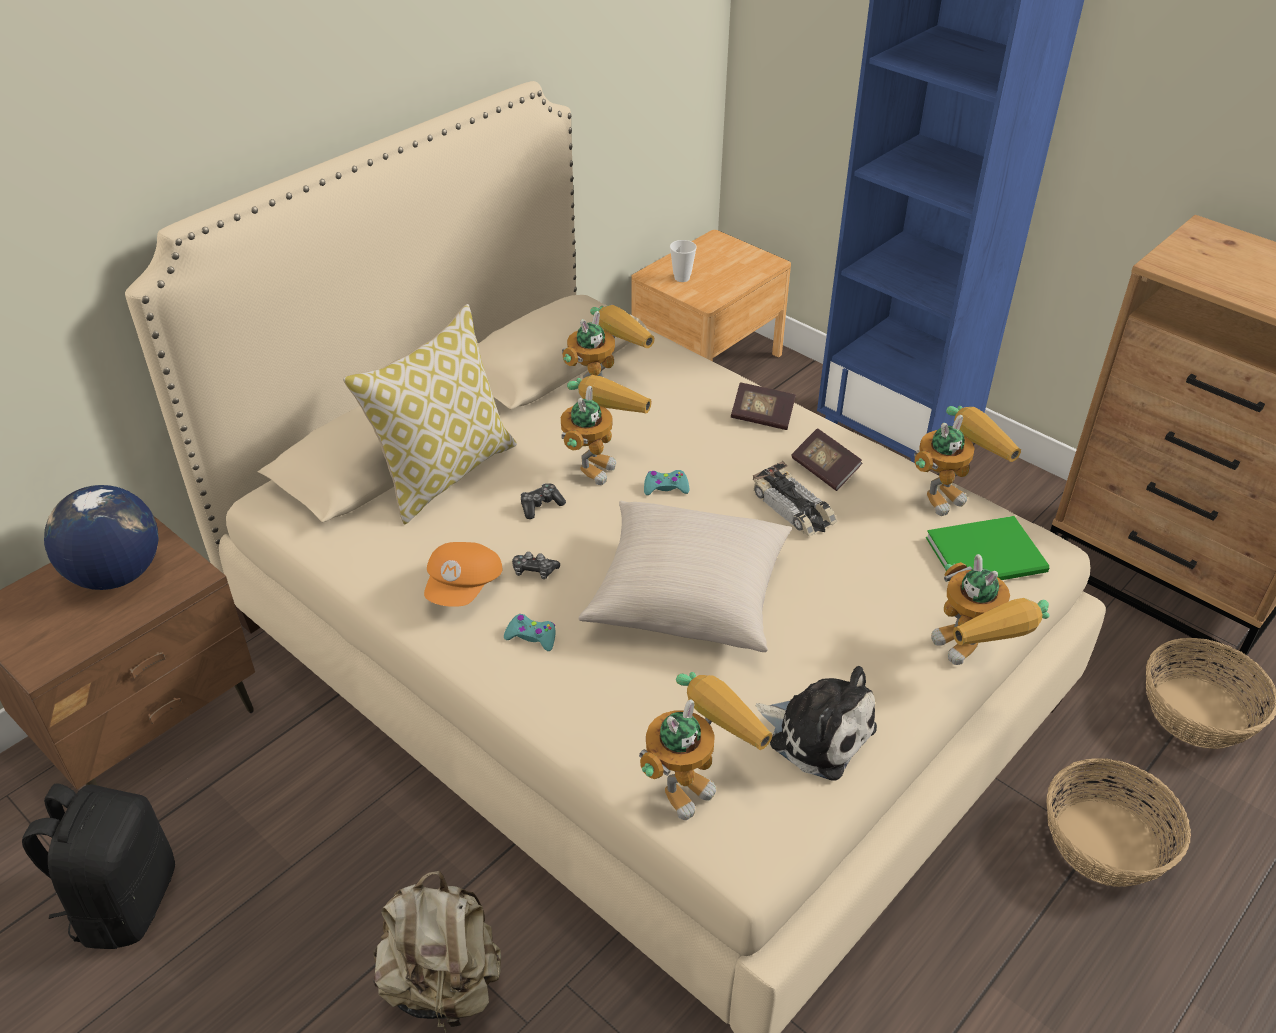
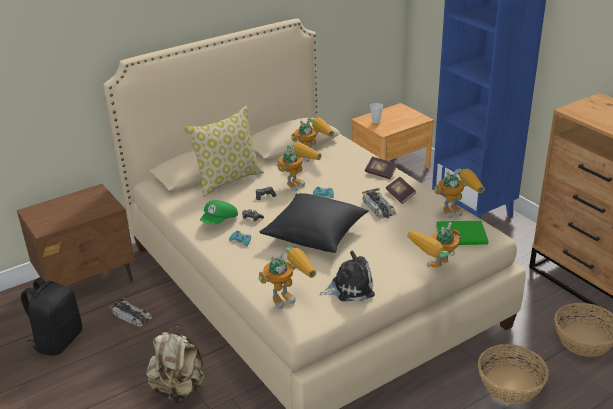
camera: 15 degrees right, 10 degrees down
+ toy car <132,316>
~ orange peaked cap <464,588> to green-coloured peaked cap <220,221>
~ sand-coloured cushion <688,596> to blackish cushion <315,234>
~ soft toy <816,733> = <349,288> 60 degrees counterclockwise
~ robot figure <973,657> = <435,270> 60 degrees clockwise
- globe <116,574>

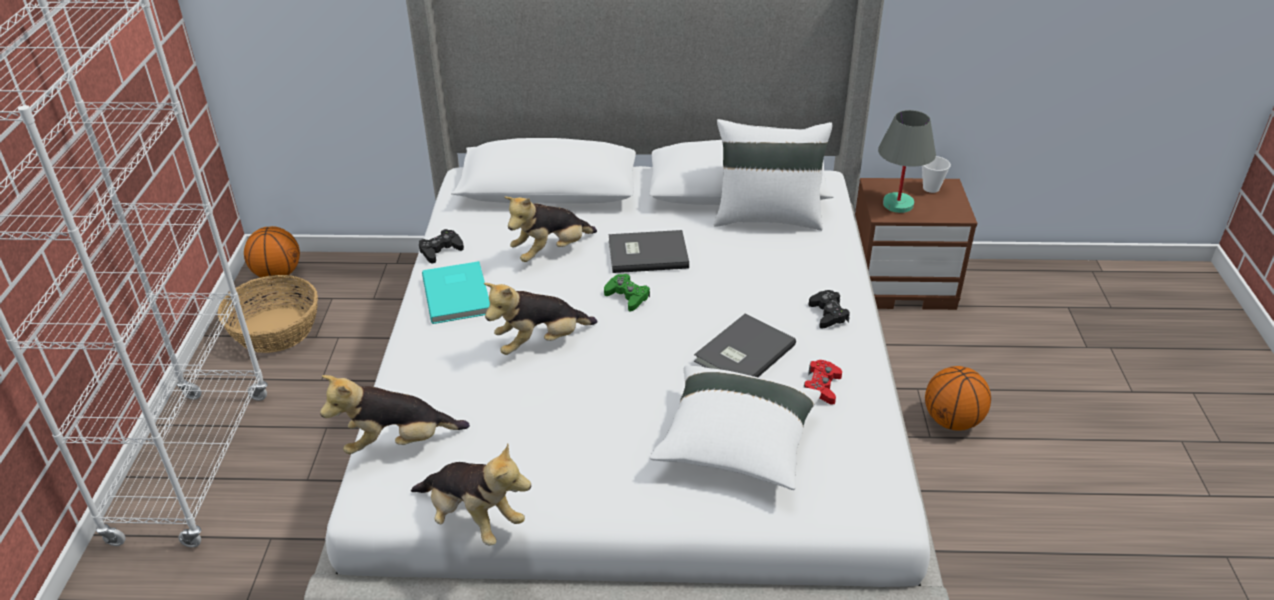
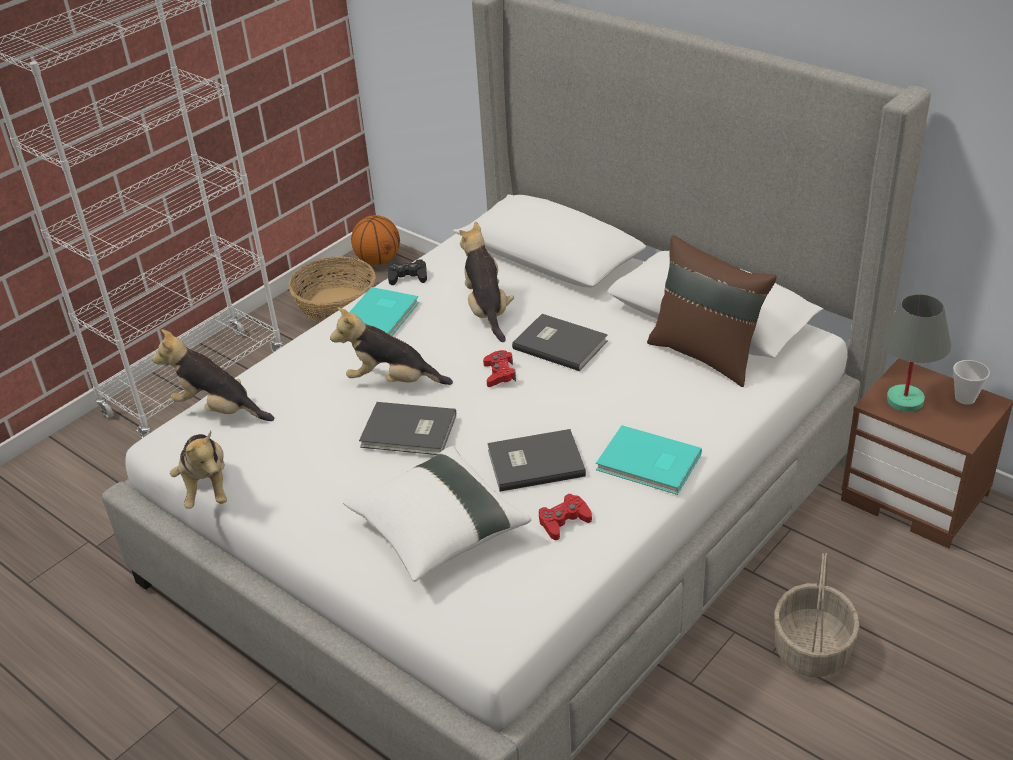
camera: 40 degrees right, 0 degrees up
+ gray book <409,433>
~ soft toy <551,252> = <487,311> 75 degrees clockwise
~ green-coloured game controller <627,297> to red-coloured game controller <499,373>
~ blackish game controller <828,314> to turquoise book <649,464>
~ white cushion <767,217> to brownish cushion <706,354>
~ basketball <952,421> to storage basket <812,650>

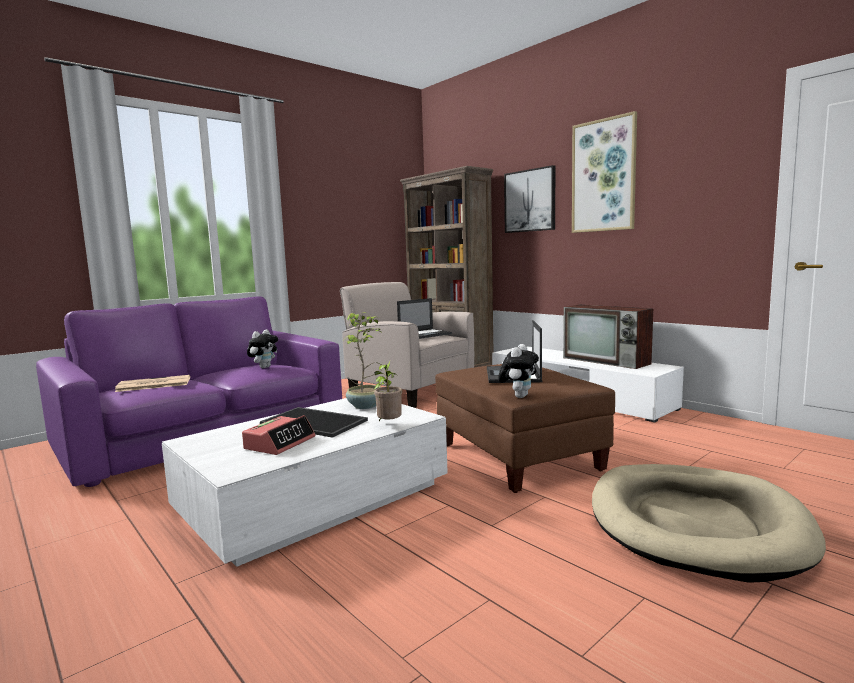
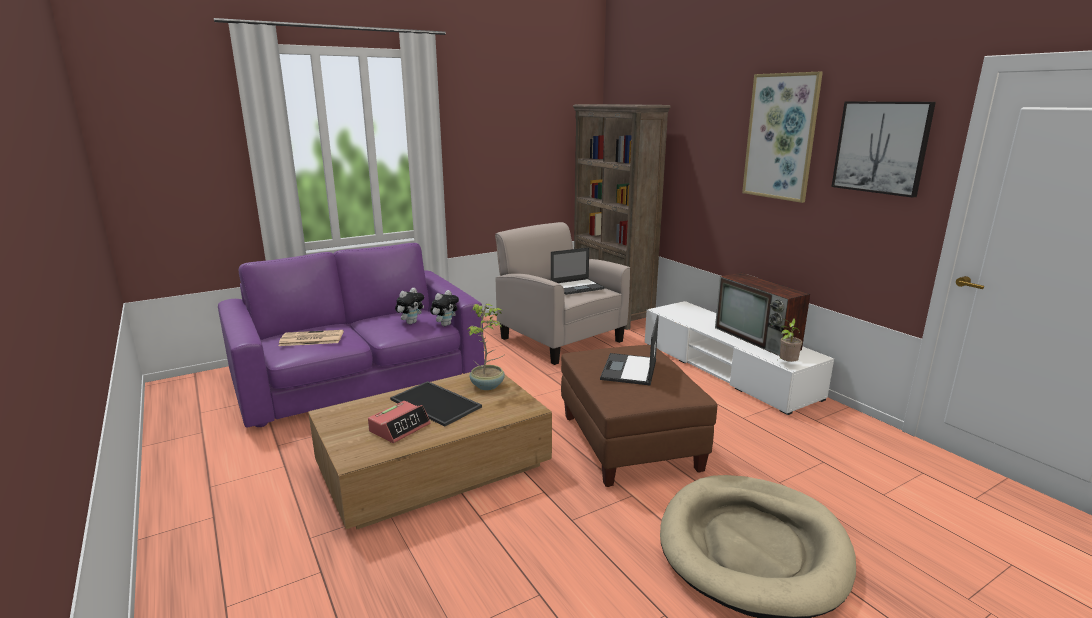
camera: 10 degrees right, 10 degrees up
~ white lounge table <315,499> to brownish lounge table <434,467>
~ soft toy <519,396> to <445,324>
~ potted plant <388,425> to <786,364>
~ picture <530,201> to <881,147>

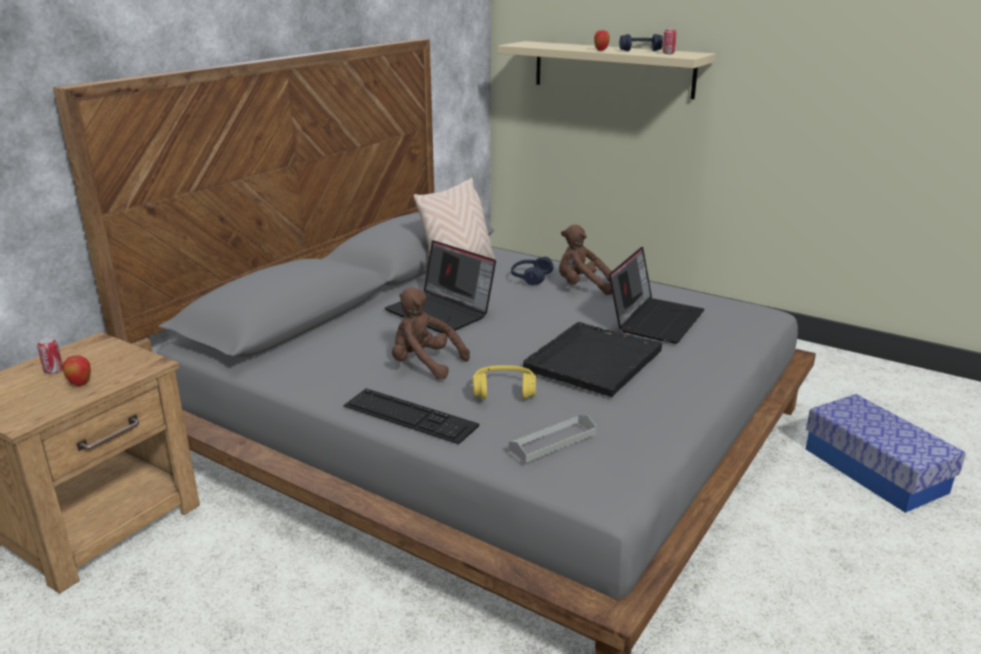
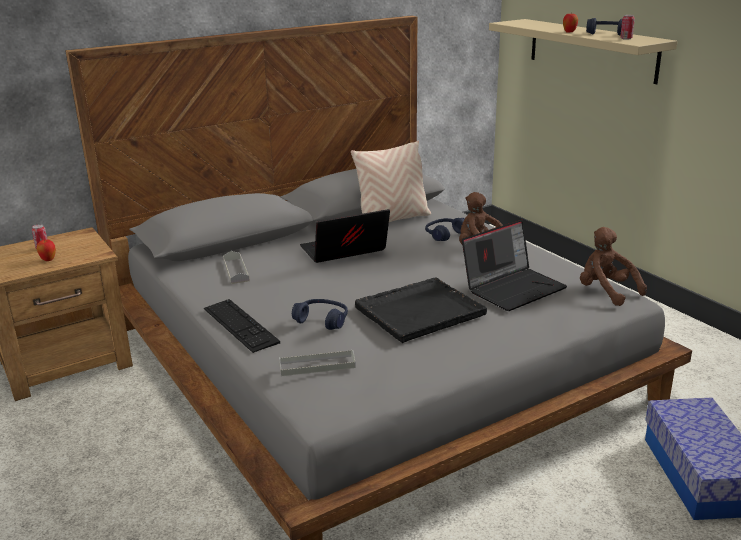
camera: 25 degrees right, 0 degrees up
+ gray tray <236,270>
~ yellow-coloured headphones <504,391> to blue-coloured headphones <322,320>
~ portable computer <442,312> = <343,252> 90 degrees clockwise
~ brownish soft toy <424,364> to <606,292>

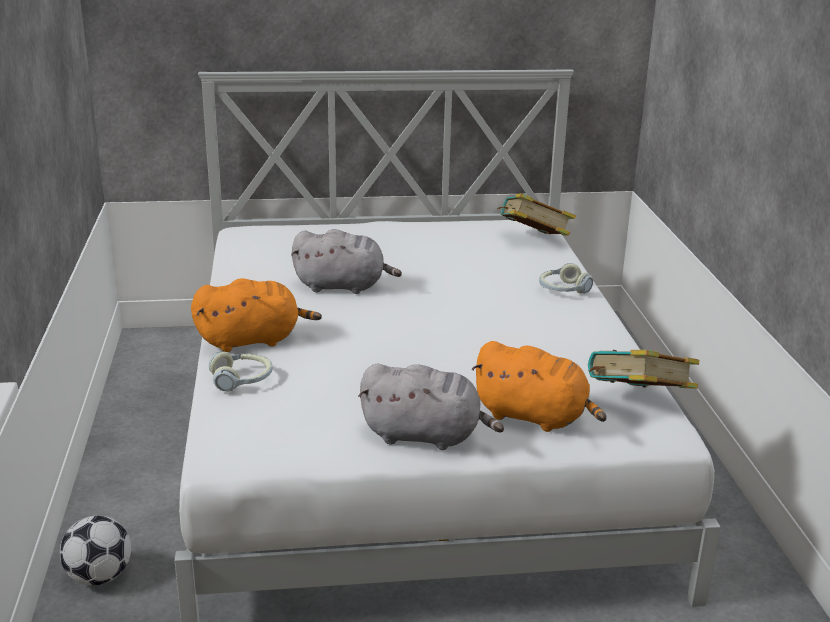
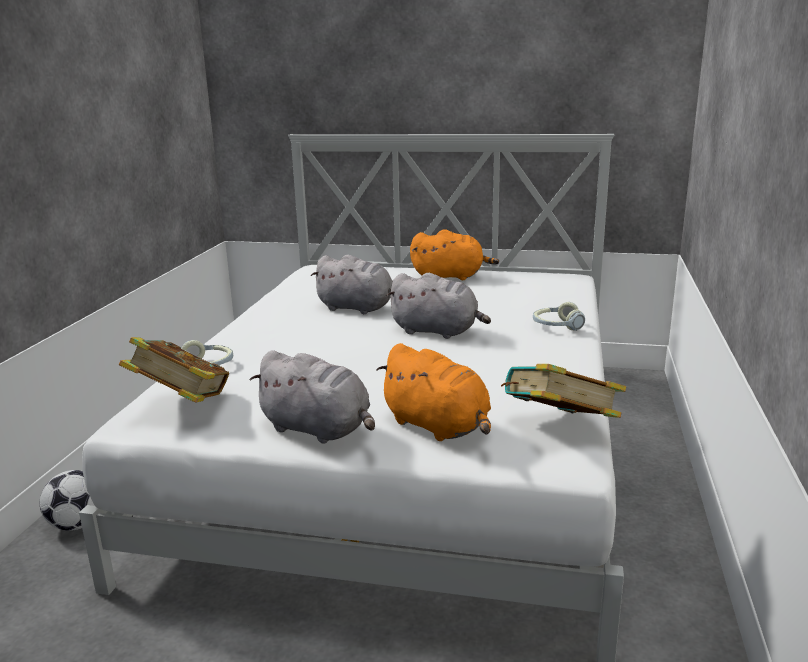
camera: 20 degrees right, 5 degrees down
~ book <533,240> to <181,402>
+ gray soft toy <438,331>
~ orange soft toy <253,340> to <450,277>

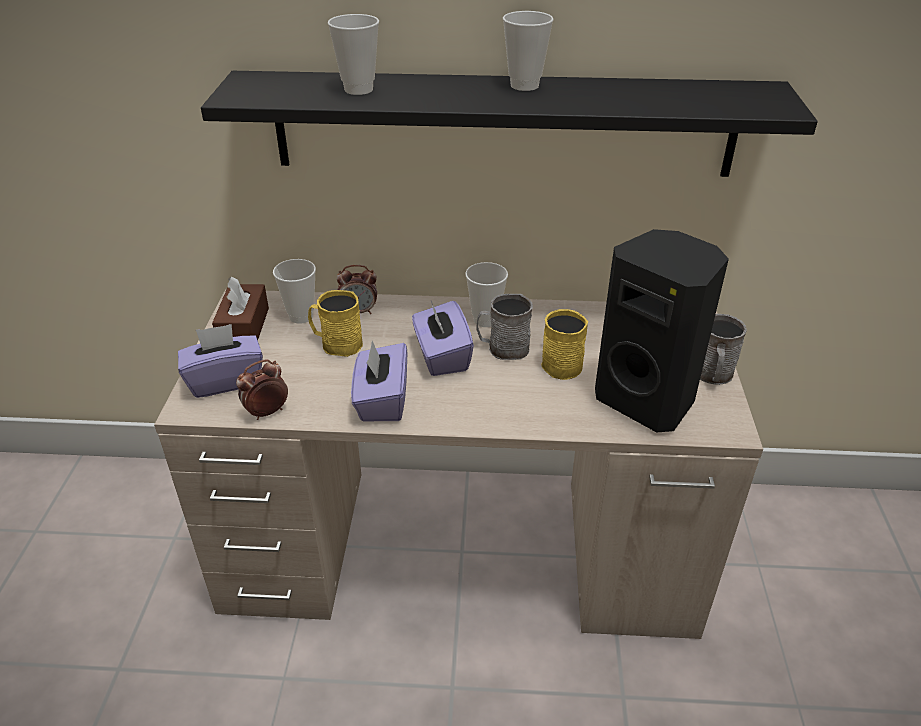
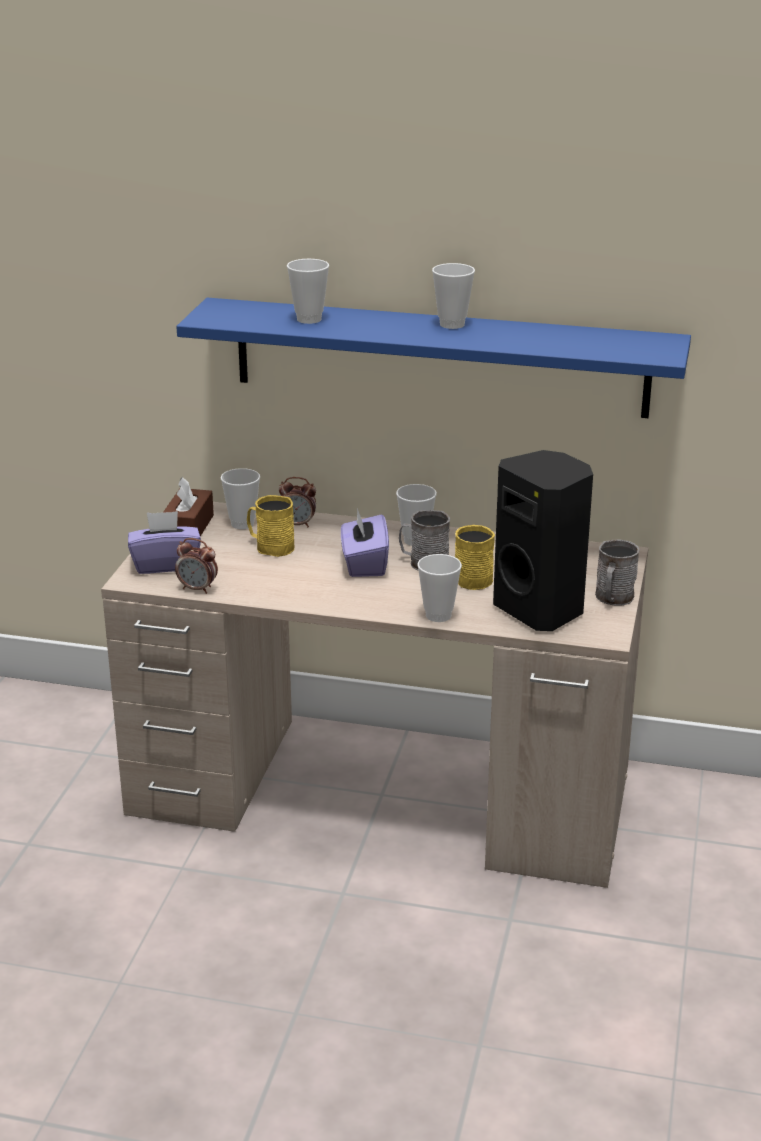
camera: 10 degrees right, 10 degrees down
~ alarm clock <266,412> = <198,589> 135 degrees counterclockwise
~ blackish bracket shelf <503,124> to blue-coloured bracket shelf <440,357>
+ cup <438,615>
- purplish tissue holder <381,401>

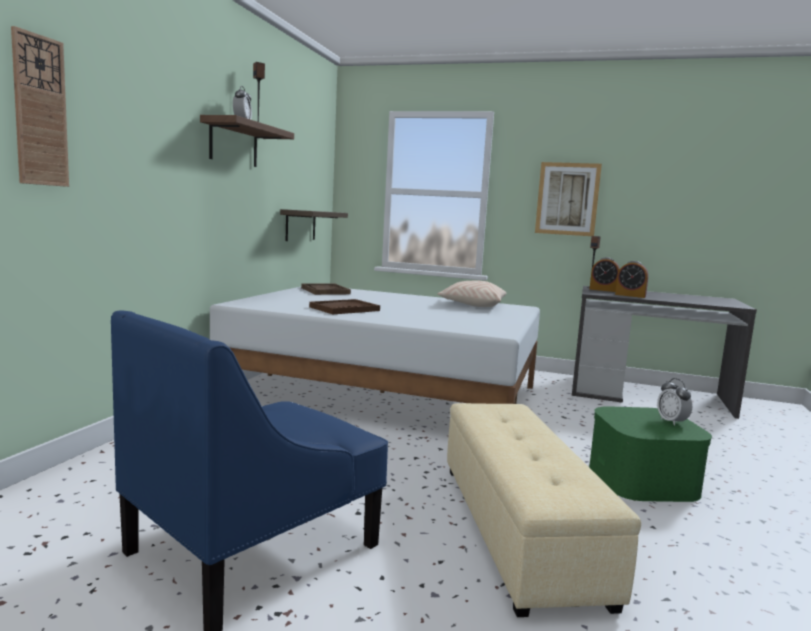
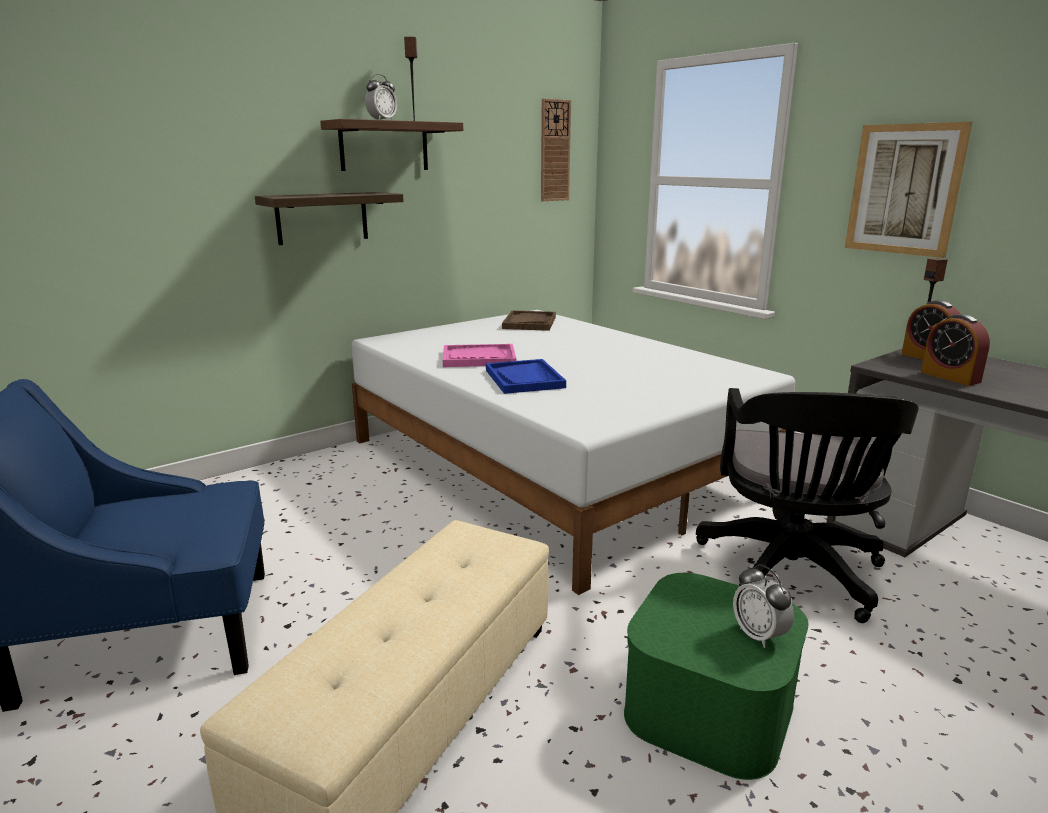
camera: 35 degrees right, 10 degrees up
~ bracket shelf <300,225> to <322,218>
~ brownish tray <344,309> to pinkish tray <478,358>
+ blue-coloured tray <524,379>
~ clock on the wall <40,111> to <554,151>
+ blackish computer chair <791,575>
~ alarm clock <672,422> = <759,635> 45 degrees counterclockwise
- sand-coloured cushion <472,305>

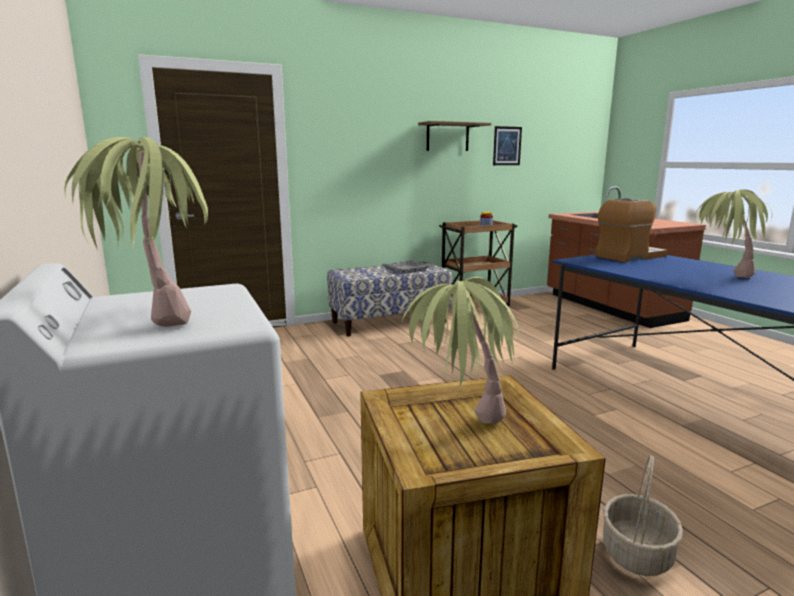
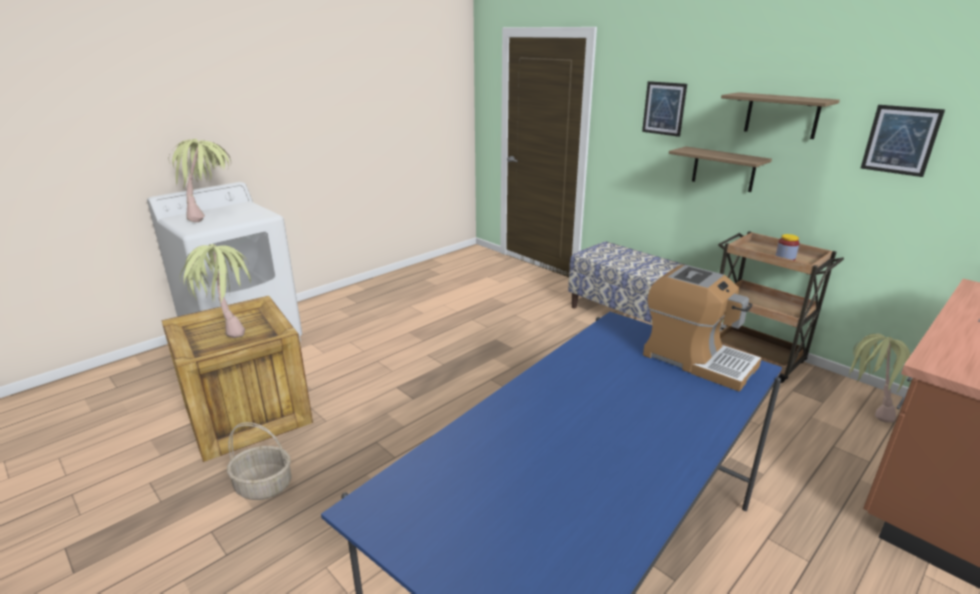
camera: 70 degrees right, 10 degrees up
+ picture <664,108>
+ bracket shelf <723,169>
~ potted plant <723,278> to <865,409>
- gray tray <406,269>

